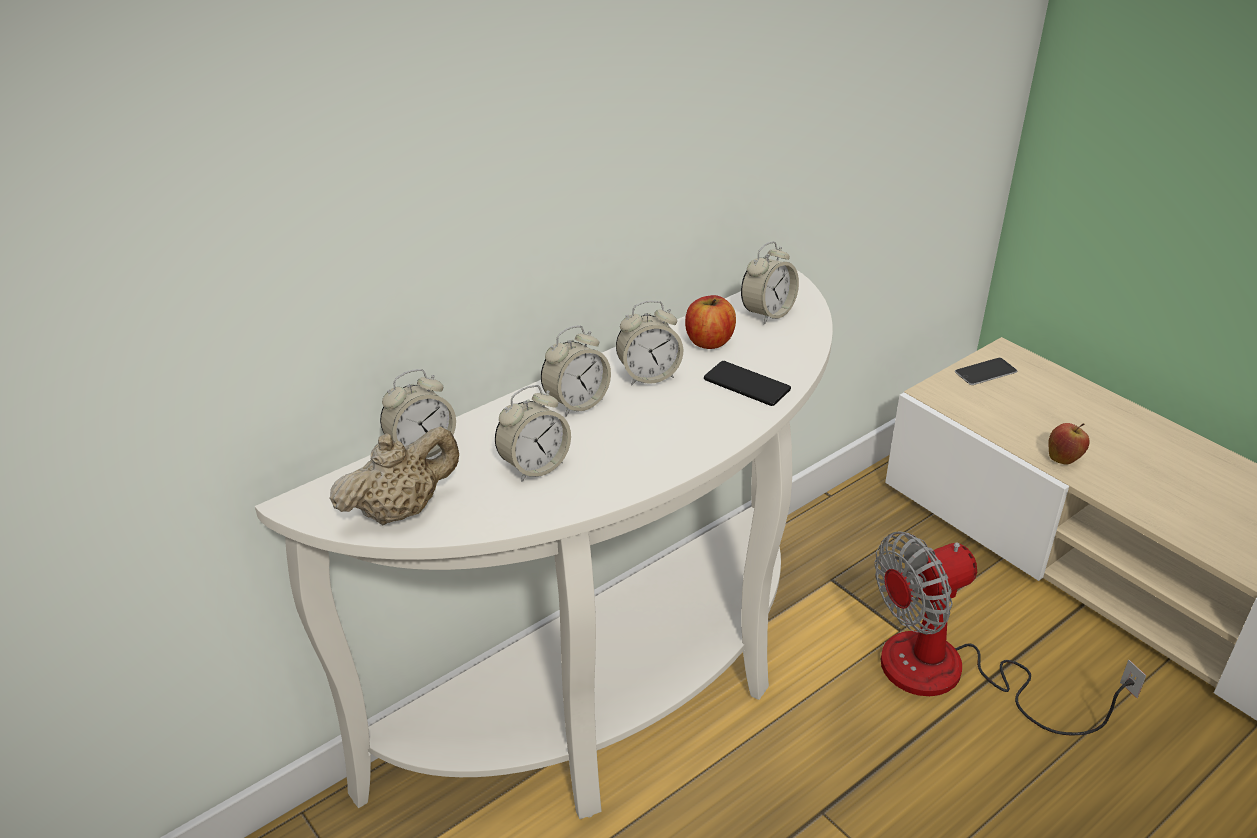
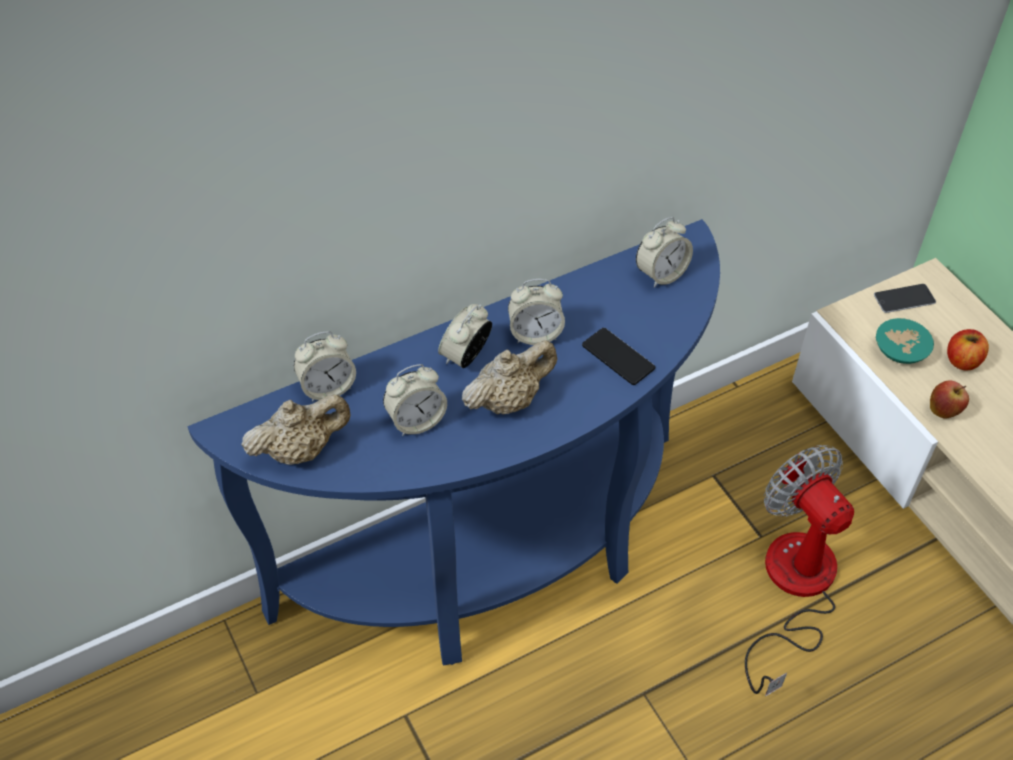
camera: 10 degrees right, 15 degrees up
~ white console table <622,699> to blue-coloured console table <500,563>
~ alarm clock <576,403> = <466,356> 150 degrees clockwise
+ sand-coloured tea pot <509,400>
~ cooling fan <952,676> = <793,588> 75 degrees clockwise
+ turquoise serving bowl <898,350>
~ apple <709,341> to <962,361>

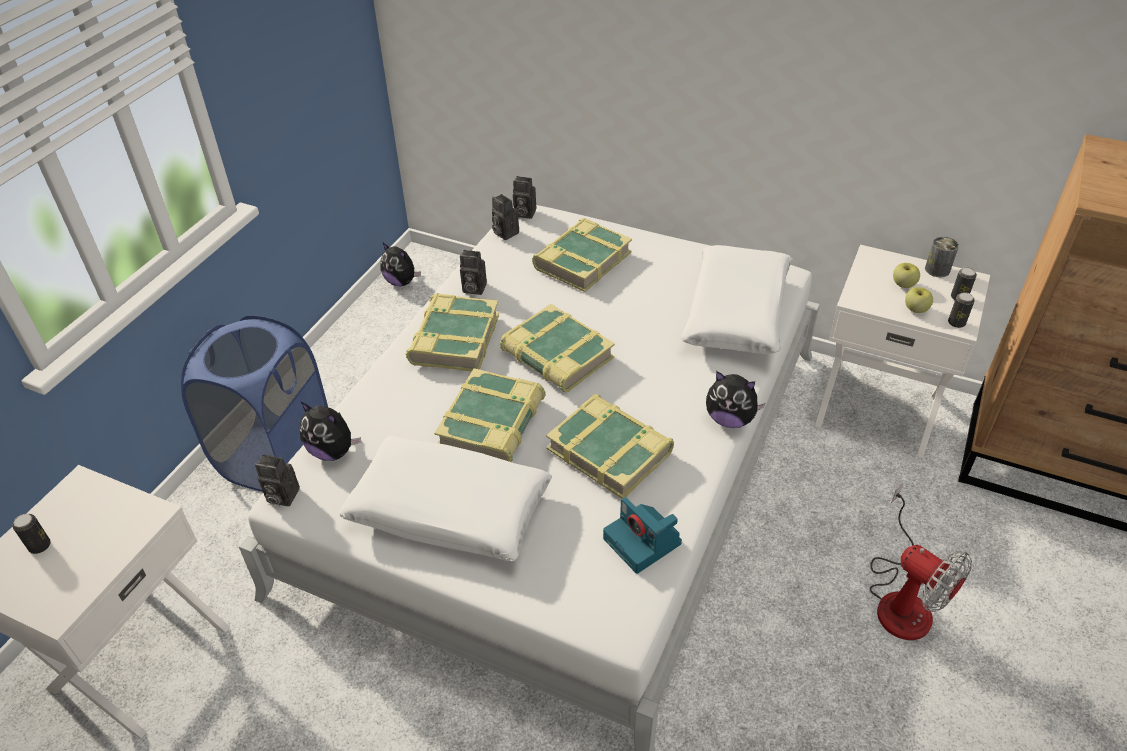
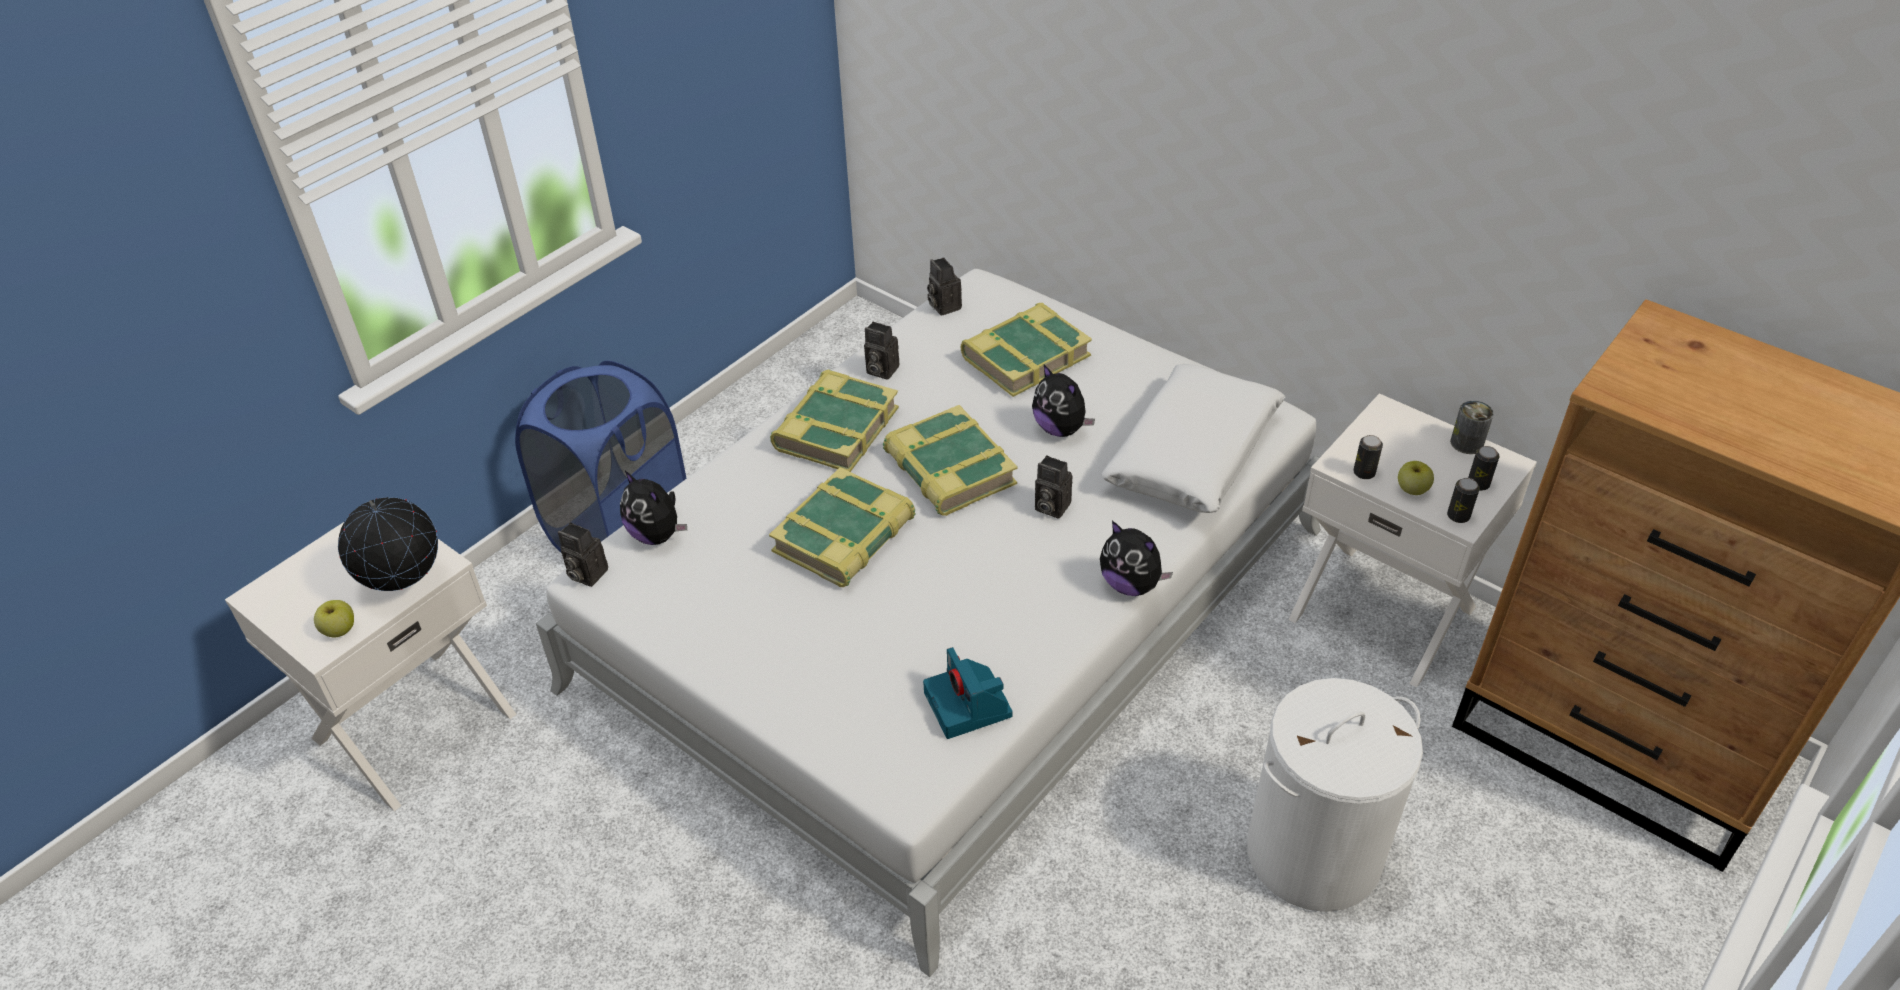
camera: 15 degrees right, 0 degrees up
~ apple <903,284> to <339,630>
+ globe <405,585>
~ soft toy <401,282> to <1060,428>
~ still camera <523,213> to <1050,507>
~ cooling fan <902,598> to white laundry basket <1314,853>
~ sealed can <40,546> to <1364,473>
- white cushion <449,510>
- book <610,451>

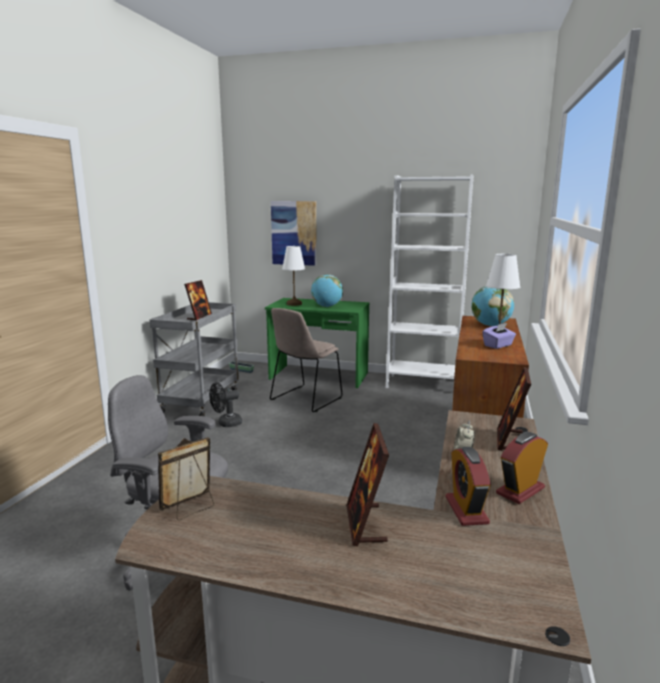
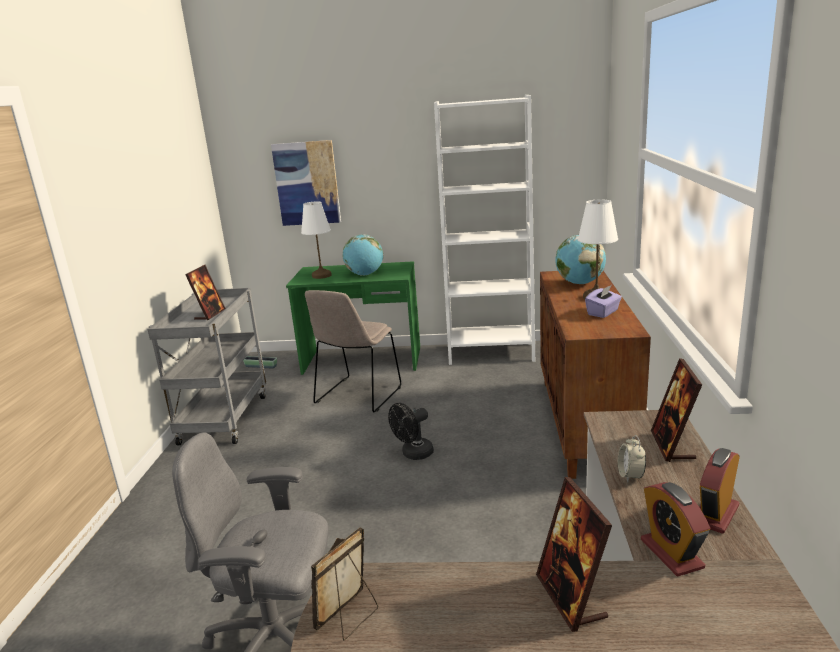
camera: 10 degrees left, 5 degrees up
~ blackish cooling fan <226,424> to <413,454>

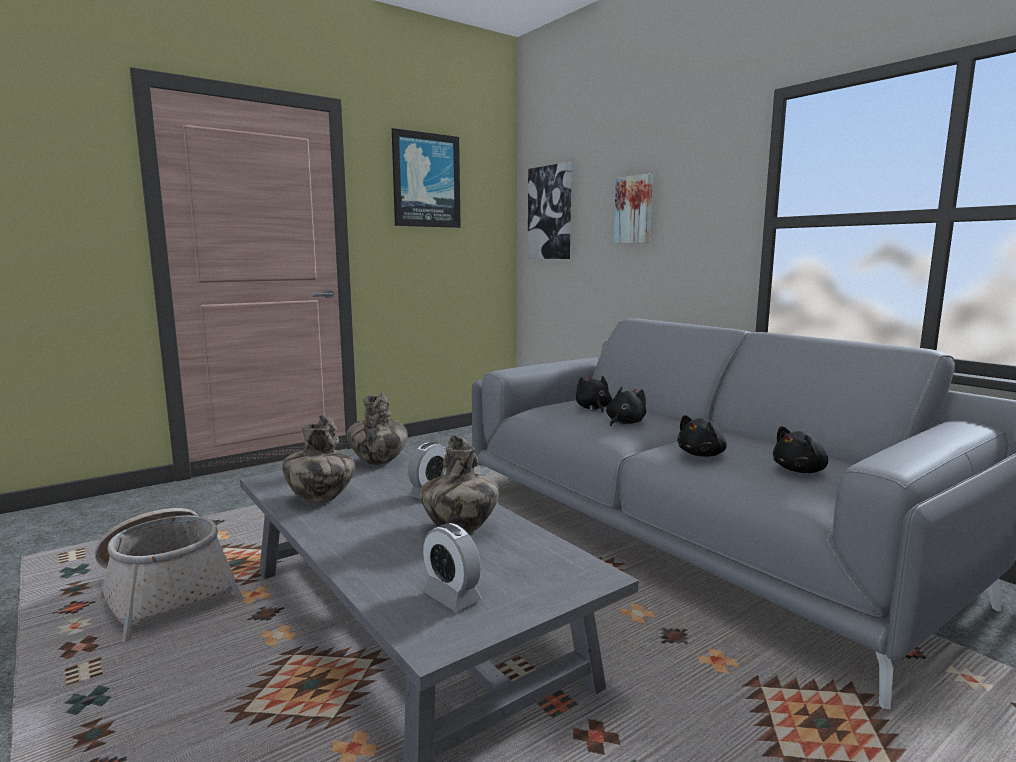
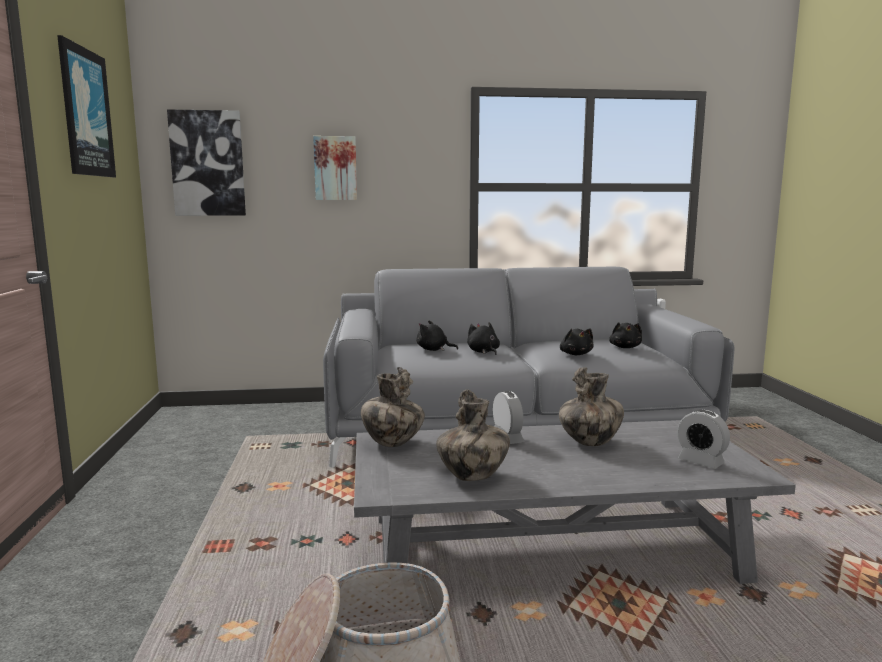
camera: 60 degrees left, 0 degrees up
~ alarm clock <451,597> = <700,462> 60 degrees clockwise

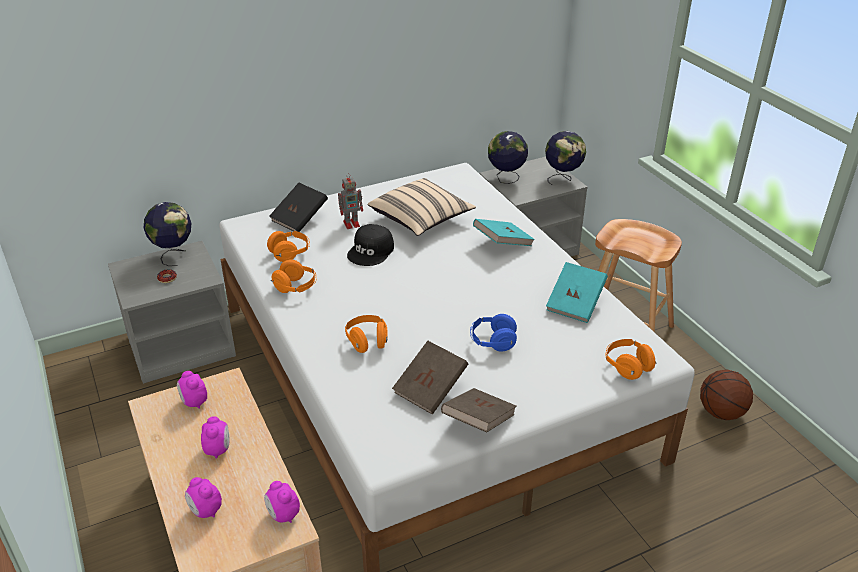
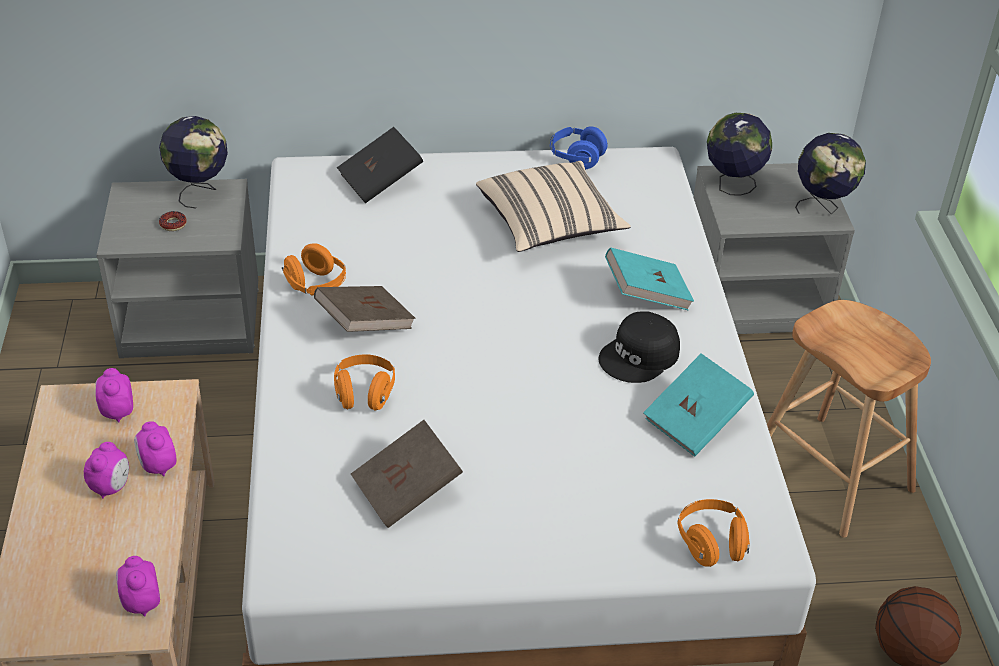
camera: 20 degrees right, 5 degrees up
~ alarm clock <205,511> to <158,466>
~ brownish book <478,421> to <365,324>
~ blue-coloured headphones <492,342> to <576,158>
~ blackish peaked cap <371,251> to <640,356>
- orange headphones <290,253>
- robot figure <352,223>

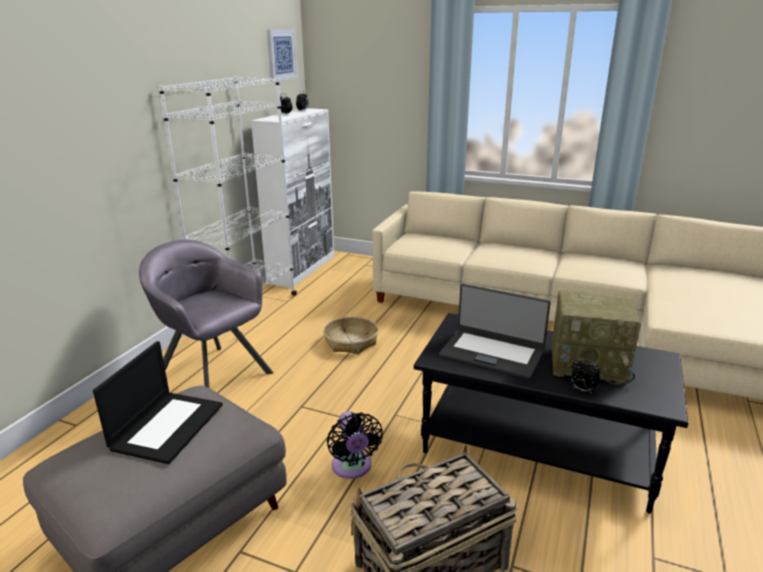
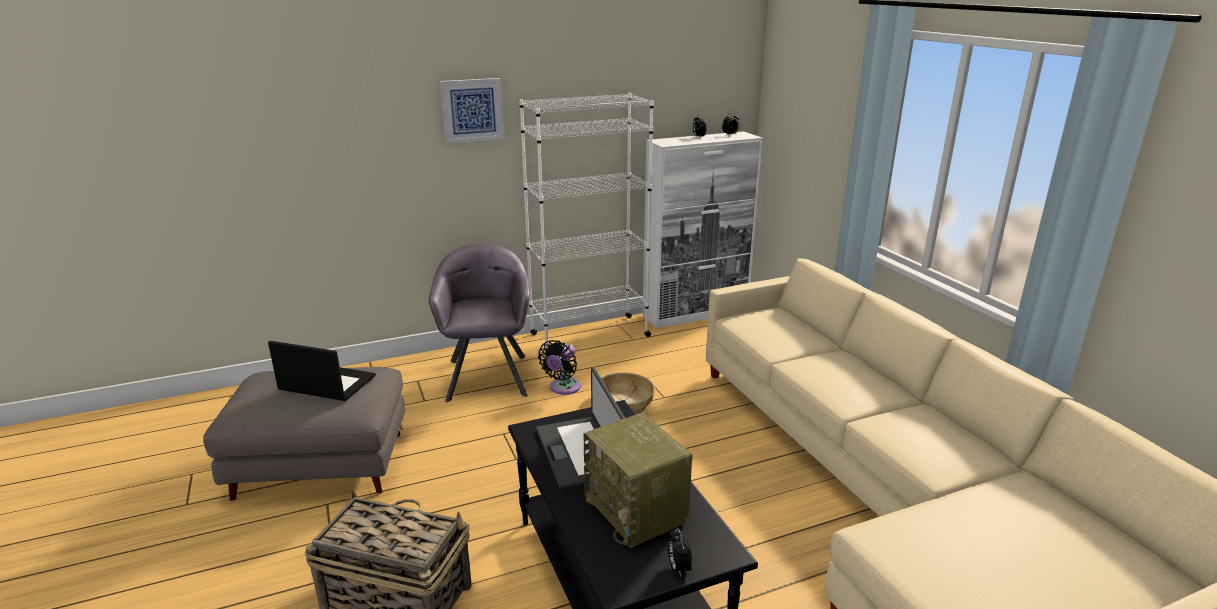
camera: 45 degrees right, 0 degrees up
~ portable computer <167,425> = <326,383> 135 degrees counterclockwise
~ picture <281,54> to <472,110>
~ blackish cooling fan <352,468> to <563,388>
~ alarm clock <582,390> to <678,568>

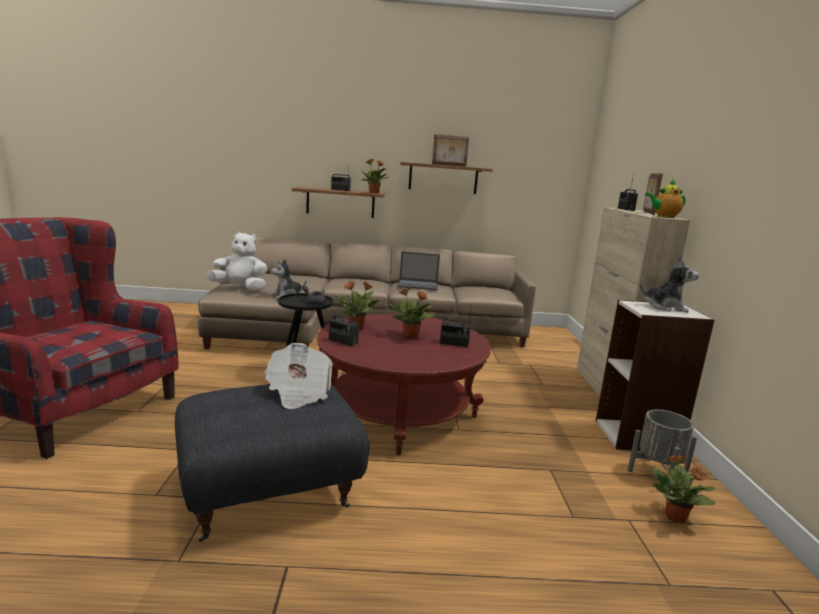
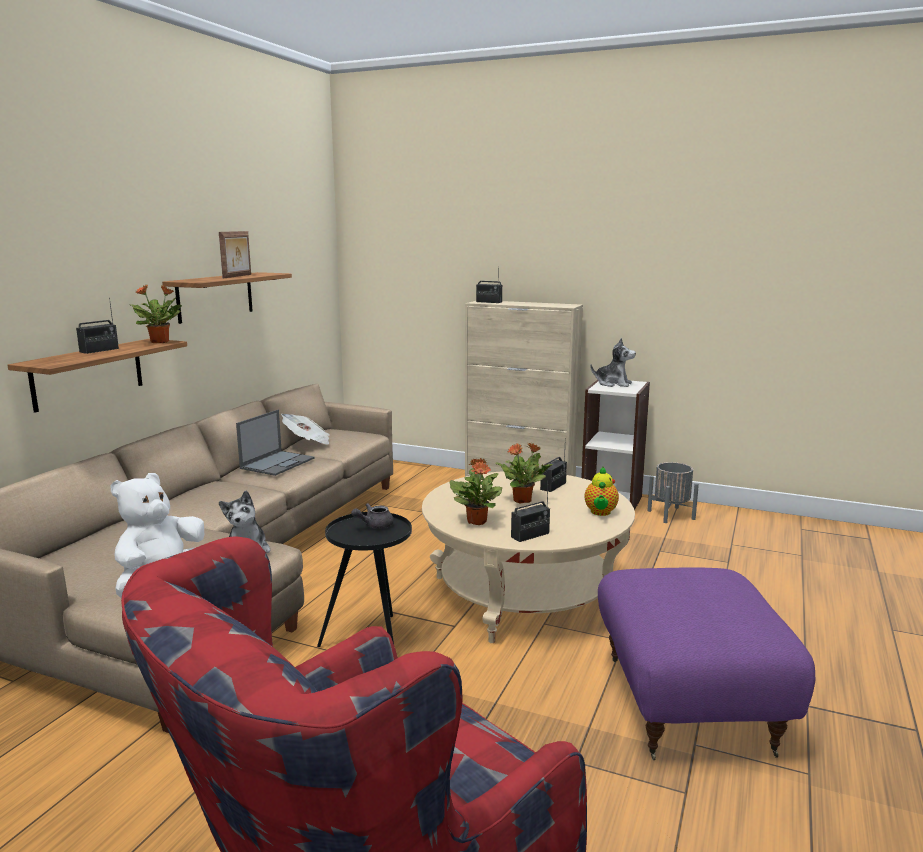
camera: 65 degrees left, 0 degrees up
~ printed paper <298,393> to <307,441>
~ red-coloured lounge table <399,412> to sand-coloured lounge table <524,594>
~ tea pot <663,217> to <600,512>
~ soft toy <665,307> = <613,384> 75 degrees clockwise
~ gray ottoman <269,495> to purplish ottoman <690,704>
- photo frame <647,213>
- potted plant <676,517>

